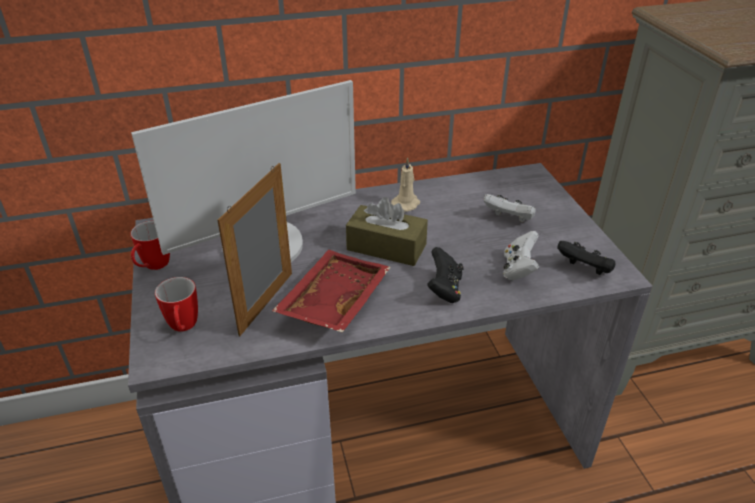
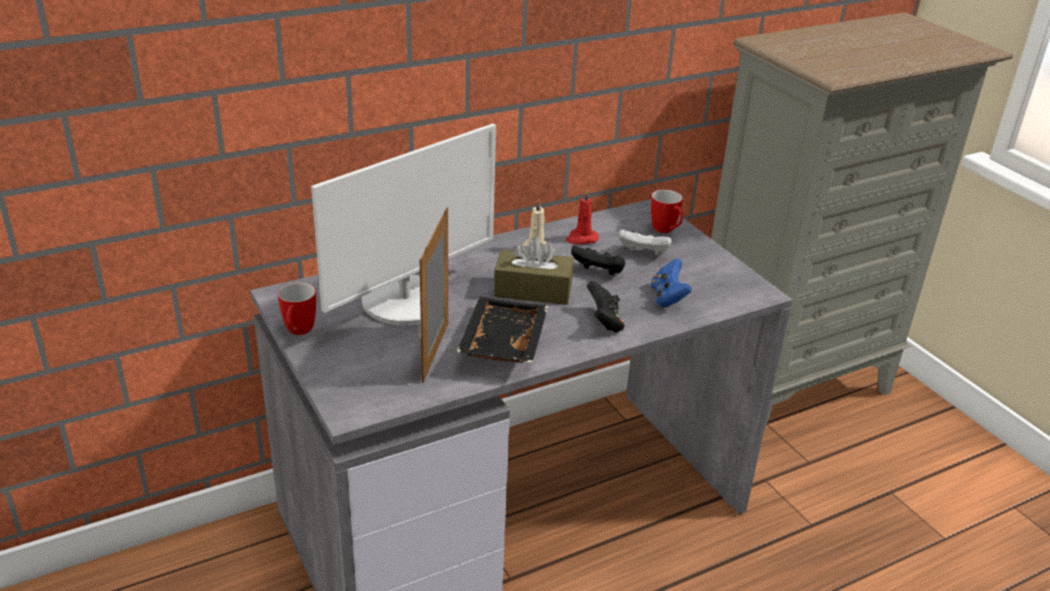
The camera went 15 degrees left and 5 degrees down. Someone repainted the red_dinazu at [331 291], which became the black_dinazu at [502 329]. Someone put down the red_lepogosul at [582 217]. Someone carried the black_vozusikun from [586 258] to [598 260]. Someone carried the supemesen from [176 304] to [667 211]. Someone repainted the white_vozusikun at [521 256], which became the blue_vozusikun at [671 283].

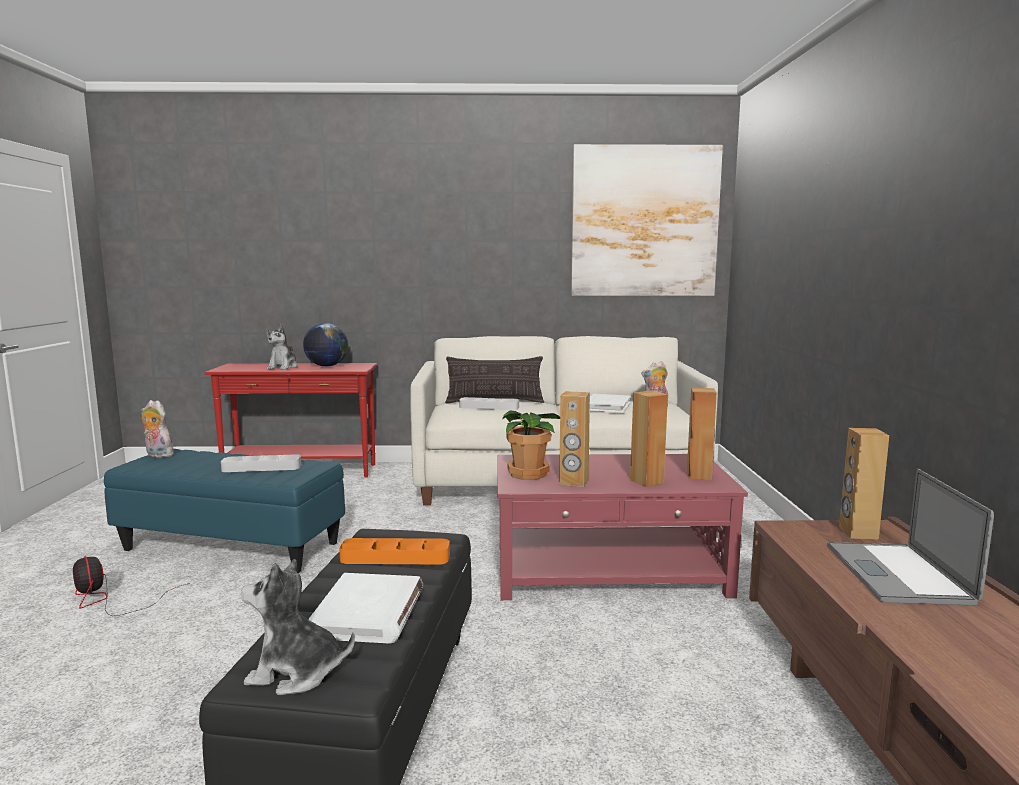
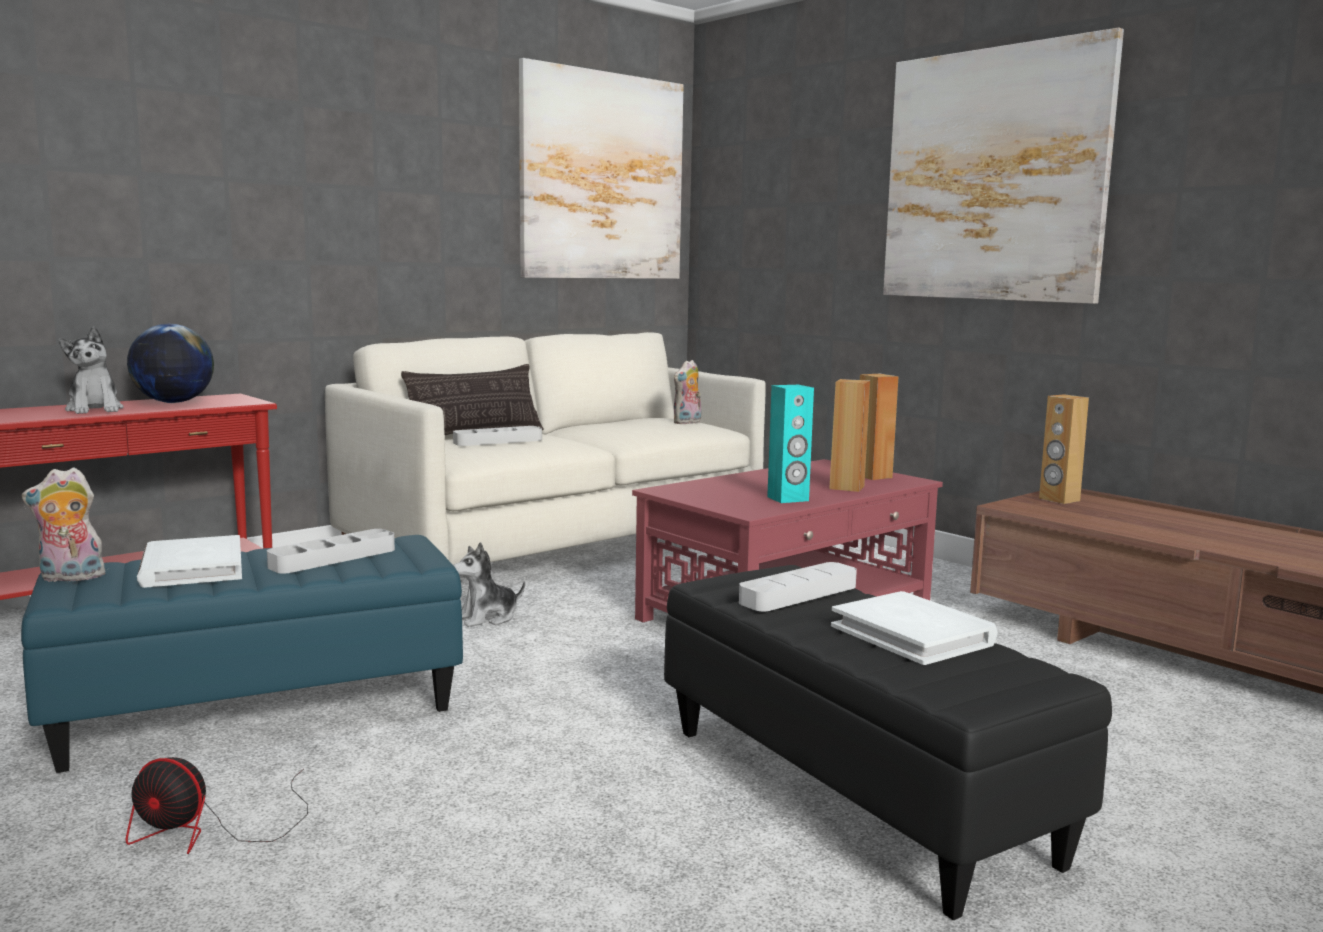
The camera went 40 degrees left and 0 degrees up. Someone carried the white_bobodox from [610 403] to [189 561]. Someone carried the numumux from [298 627] to [489 584]. Someone repainted the orange_dinazu at [394 551], which became the grey_dinazu at [798 586]. Someone repainted the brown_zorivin at [574 439], which became the turquoise_zorivin at [790 444]. Someone put up the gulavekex at [1003 166]. Someone took away the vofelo at [531 445]. Someone took away the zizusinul at [910 537].

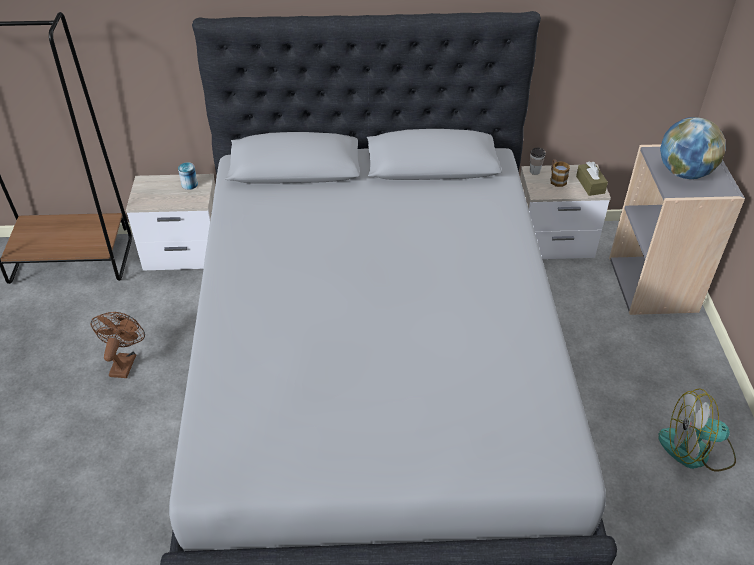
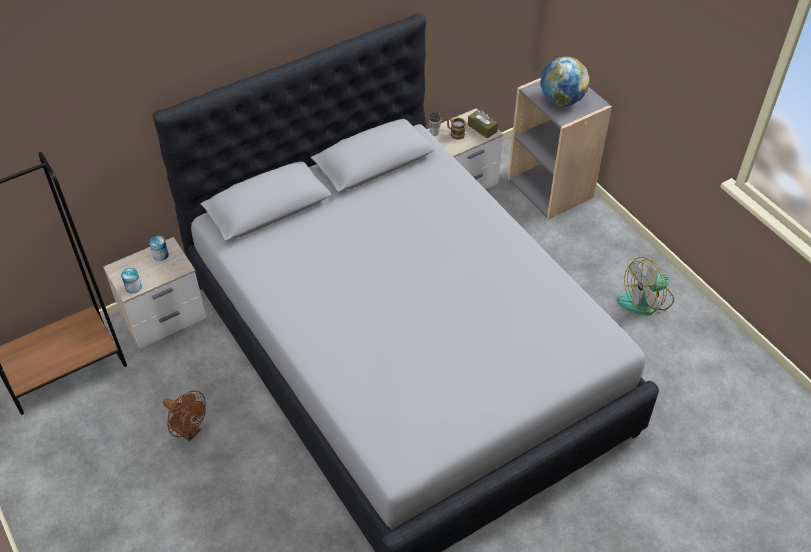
The camera went 30 degrees left and 5 degrees up. Someone put down the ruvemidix at [131 281]. Someone rotated the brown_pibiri at [118 345] by 150 degrees clockwise.

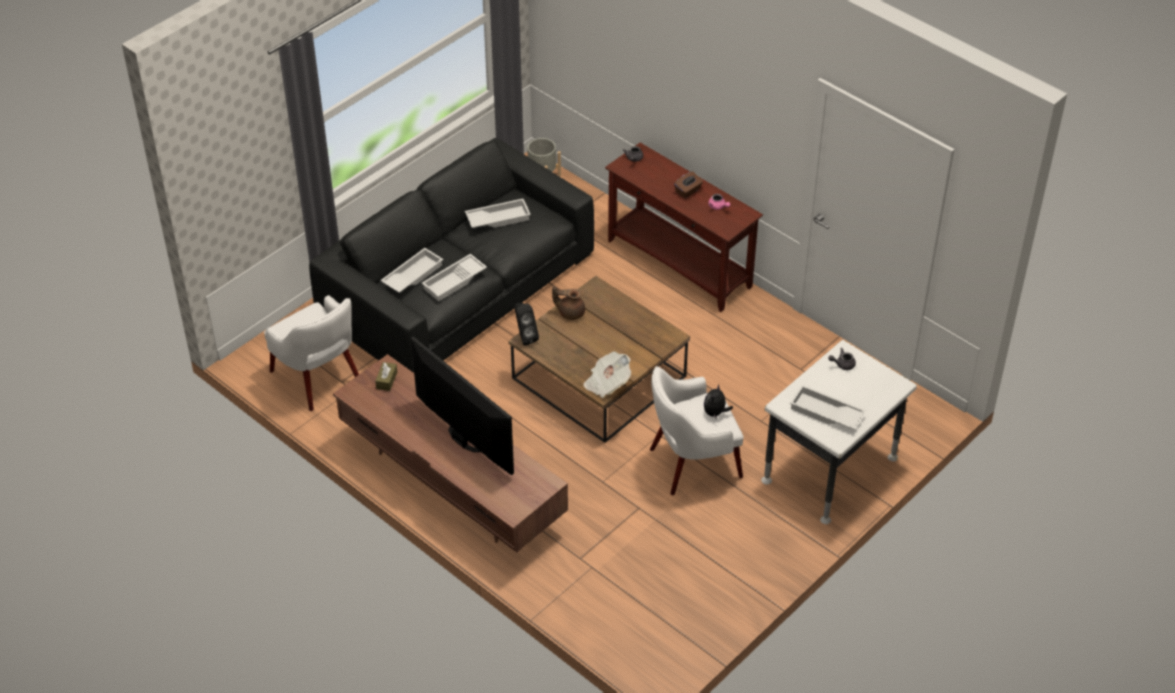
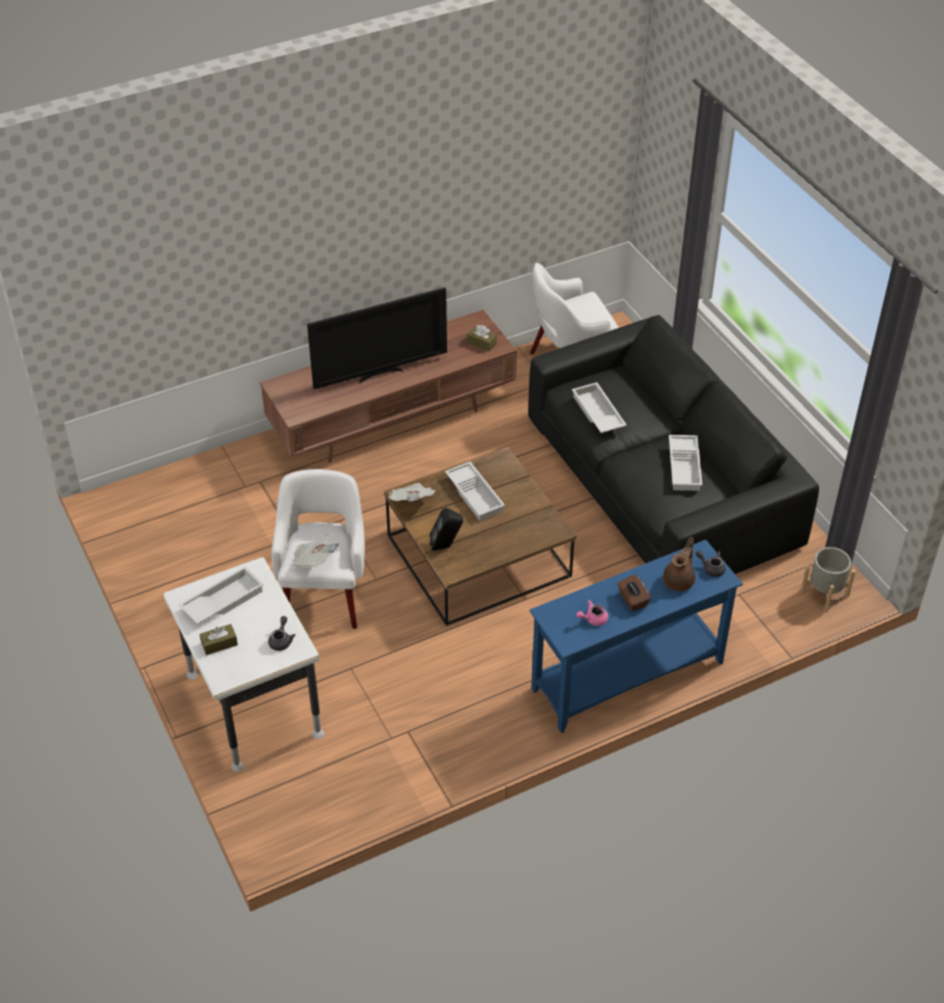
The camera went 110 degrees right and 0 degrees up. Someone put down the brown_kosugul at [219 639]. Someone swapped the numumux at [718 401] for the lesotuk at [316 551]. Someone carried the black_zorivin from [526 324] to [446 529]. Someone carried the white_dinazu from [411 270] to [475 491]. Someone repainted the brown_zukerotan at [684 227], which became the blue_zukerotan at [636 636]. Someone carried the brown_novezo from [568 303] to [679 564].

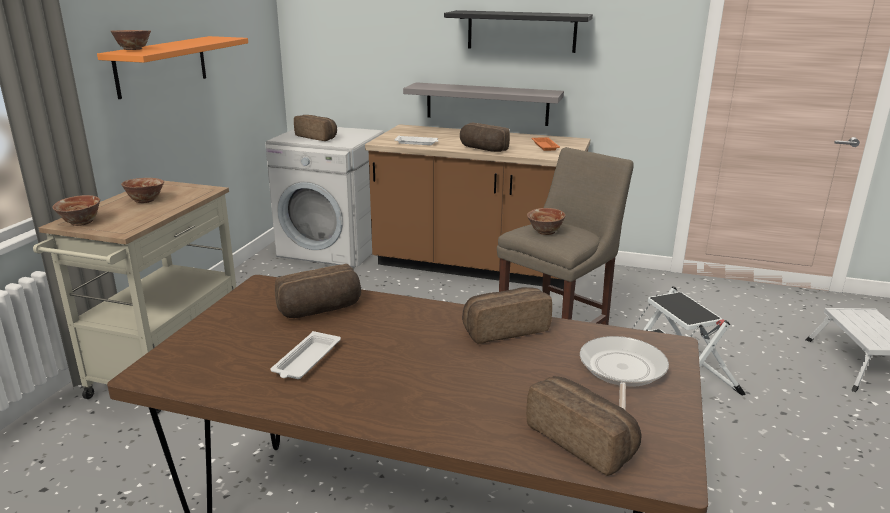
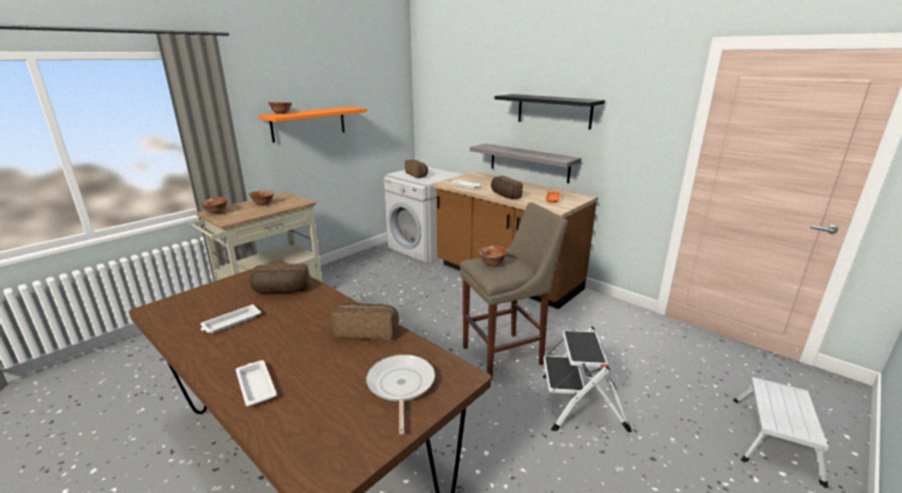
The camera went 25 degrees right and 0 degrees up. Someone put down the white_dinazu at [256 383]. Someone rotated the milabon at [624 373] by 45 degrees counterclockwise. Someone took away the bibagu at [584 426].

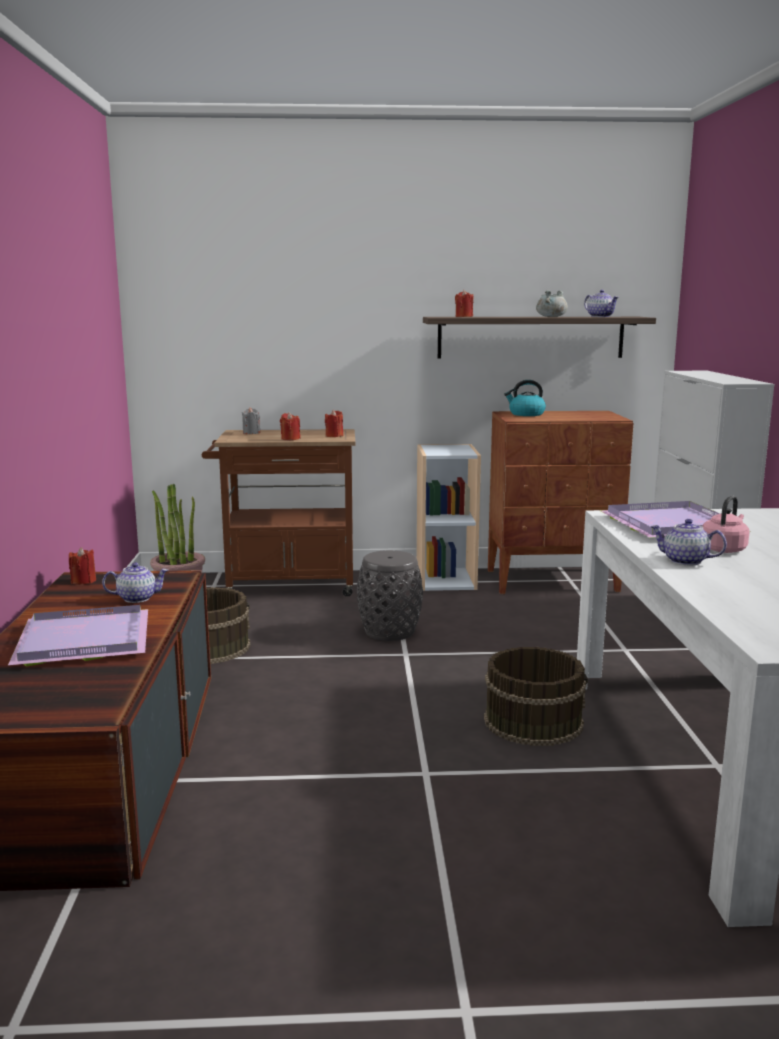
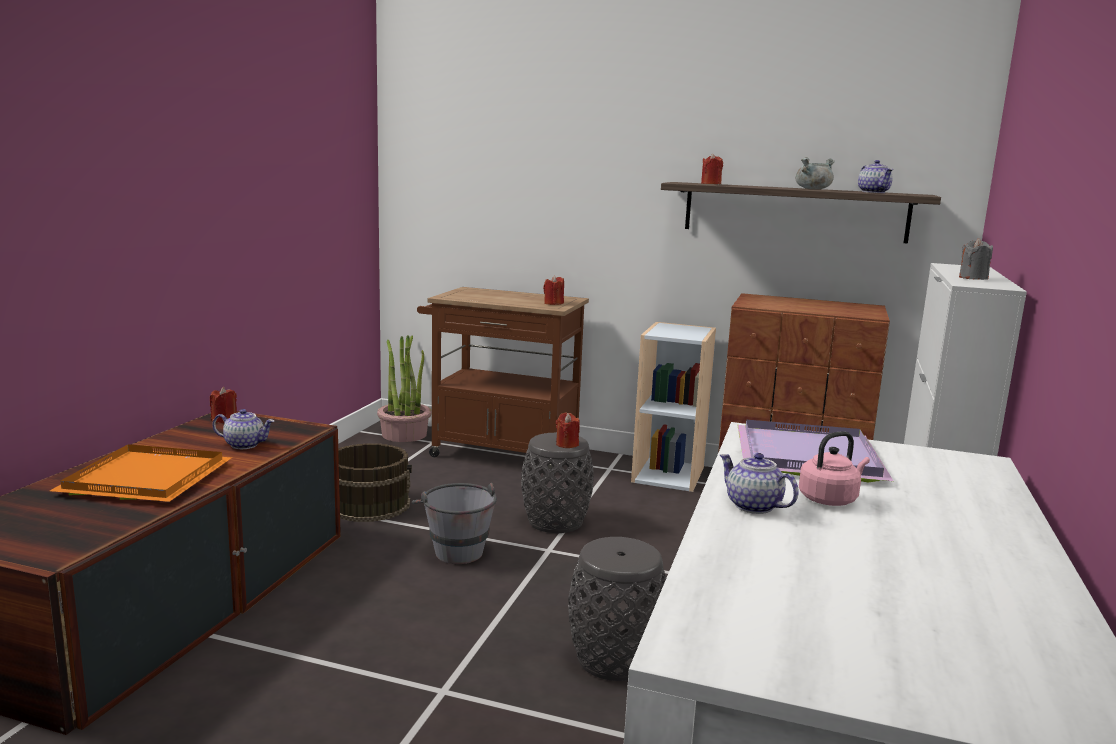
The camera went 20 degrees right and 0 degrees up. Someone repainted the purple_dinazu at [78 636], which became the orange_dinazu at [140 473]. Someone put down the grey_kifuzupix at [454 523]. Someone carried the red_lepogosul from [290 426] to [568 430]. Someone swapped the brown_kifuzupix at [536 696] for the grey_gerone at [617 609]. Someone carried the grey_lepogosul from [251 420] to [976 259]. Someone took away the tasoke at [525 398].

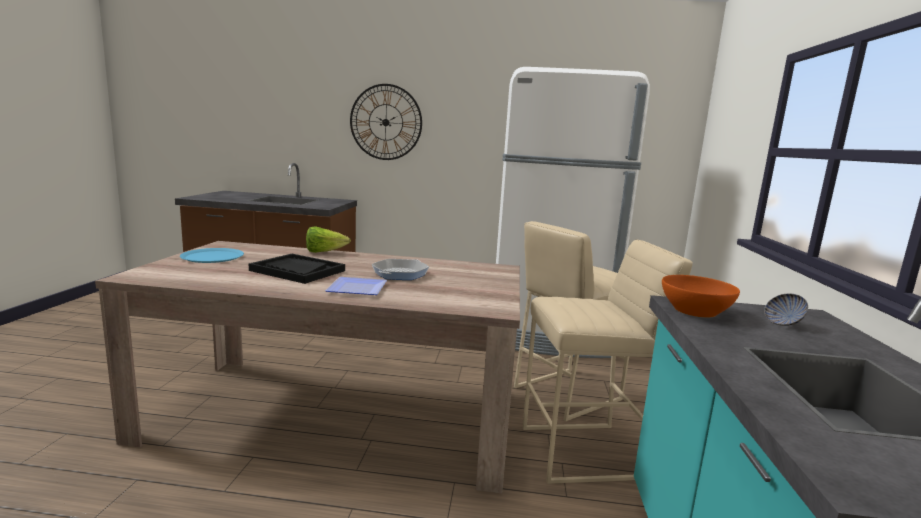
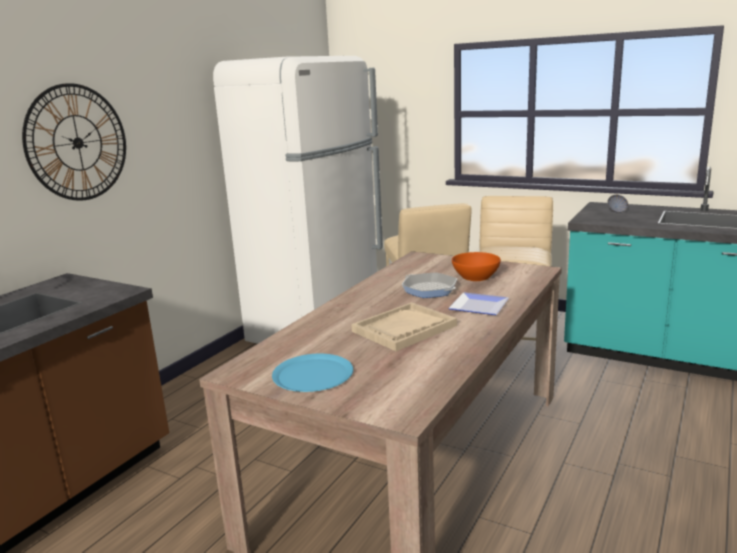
The camera went 65 degrees left and 5 degrees up. Someone repainted the black_dinazu at [297 269], which became the beige_dinazu at [404 326]. Someone carried the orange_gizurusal from [701 296] to [476 266]. Someone took away the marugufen at [328 239].

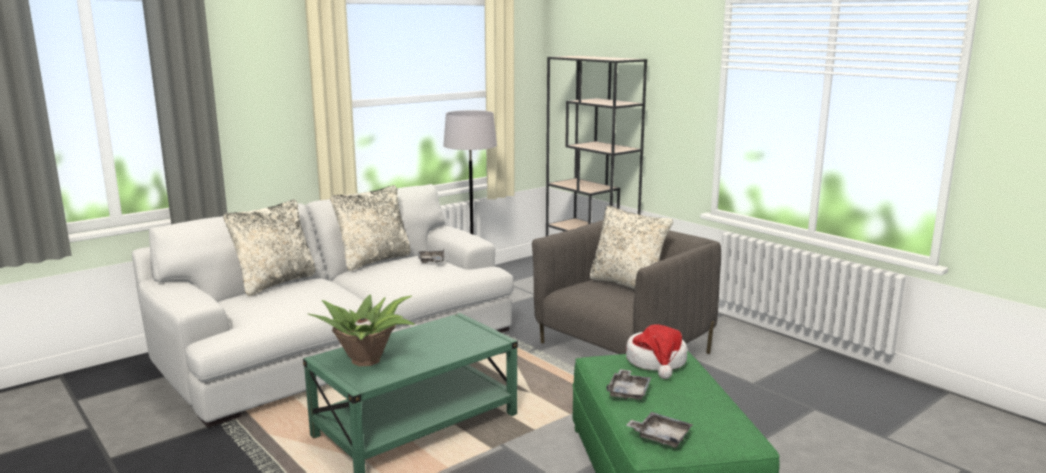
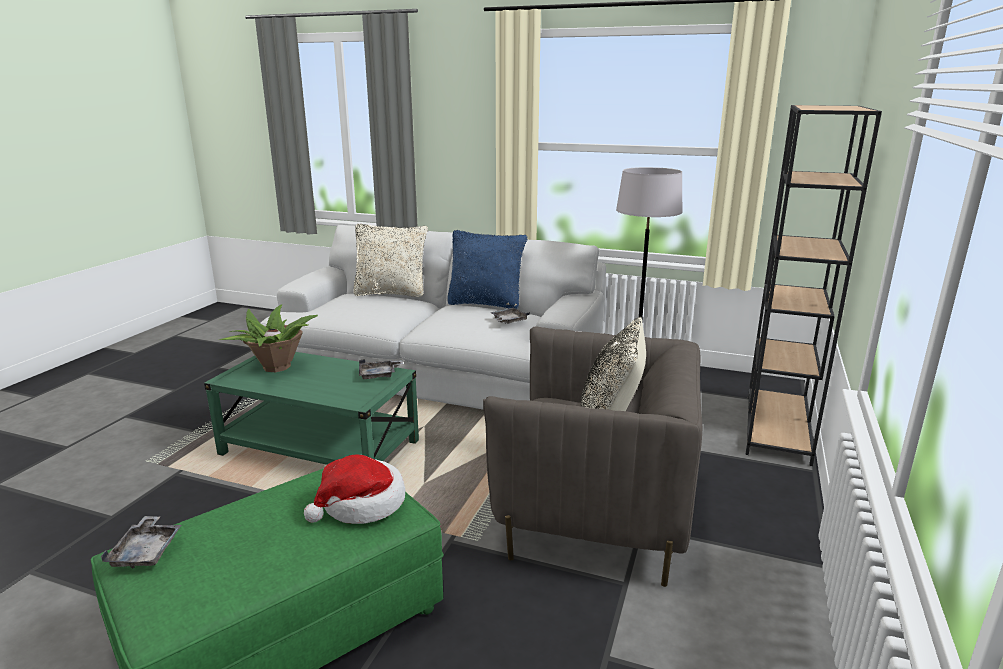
The camera went 60 degrees right and 5 degrees up. Someone carried the grey_dinazu from [628 384] to [381 369]. Someone repainted the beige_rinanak at [370 228], which became the blue_rinanak at [487 269].

